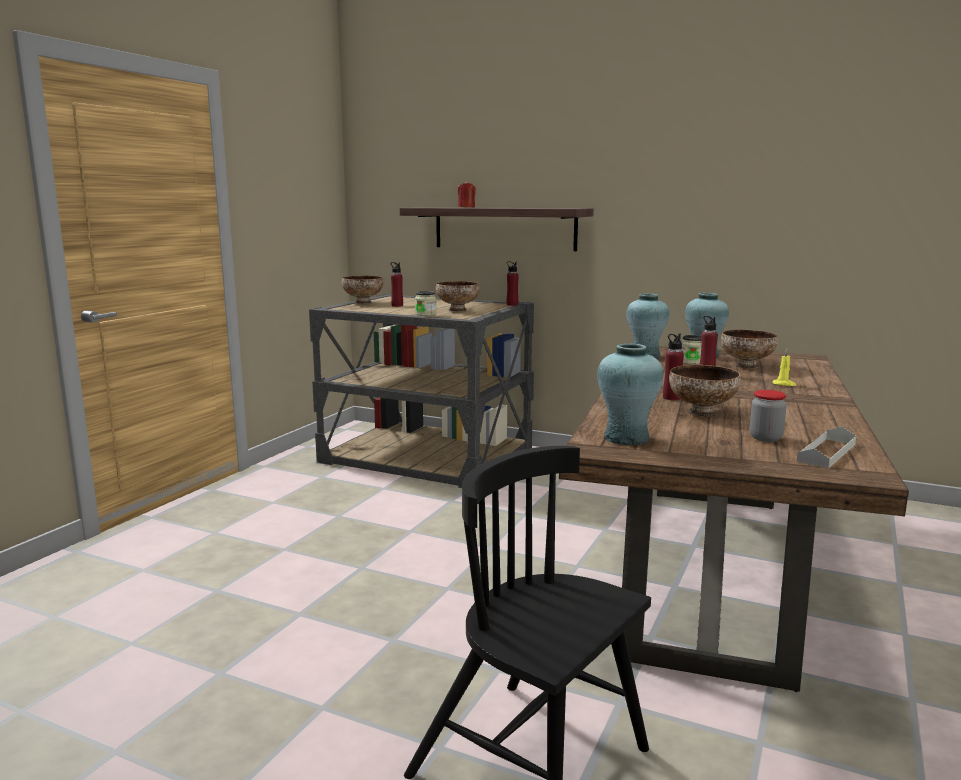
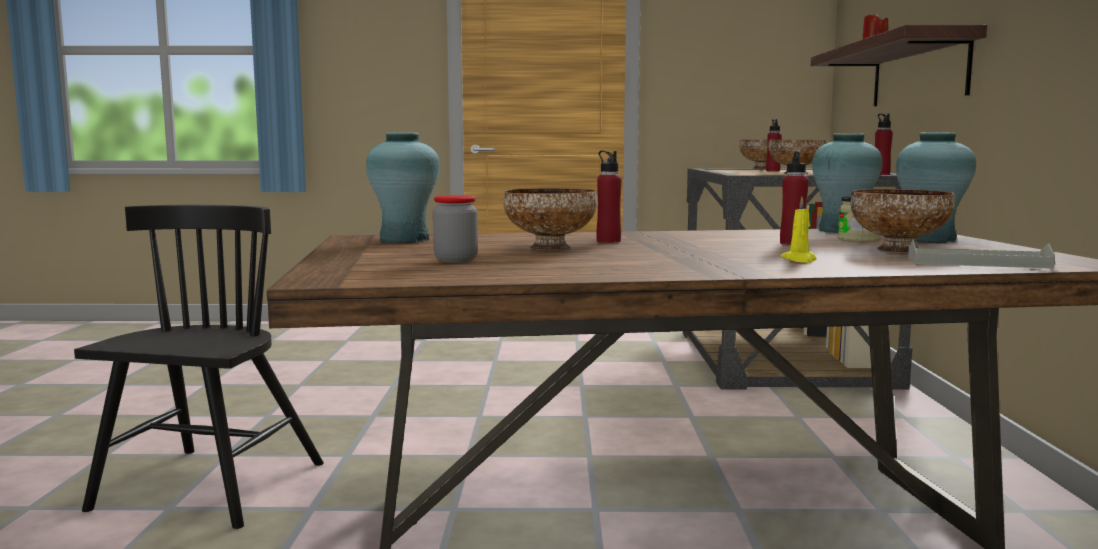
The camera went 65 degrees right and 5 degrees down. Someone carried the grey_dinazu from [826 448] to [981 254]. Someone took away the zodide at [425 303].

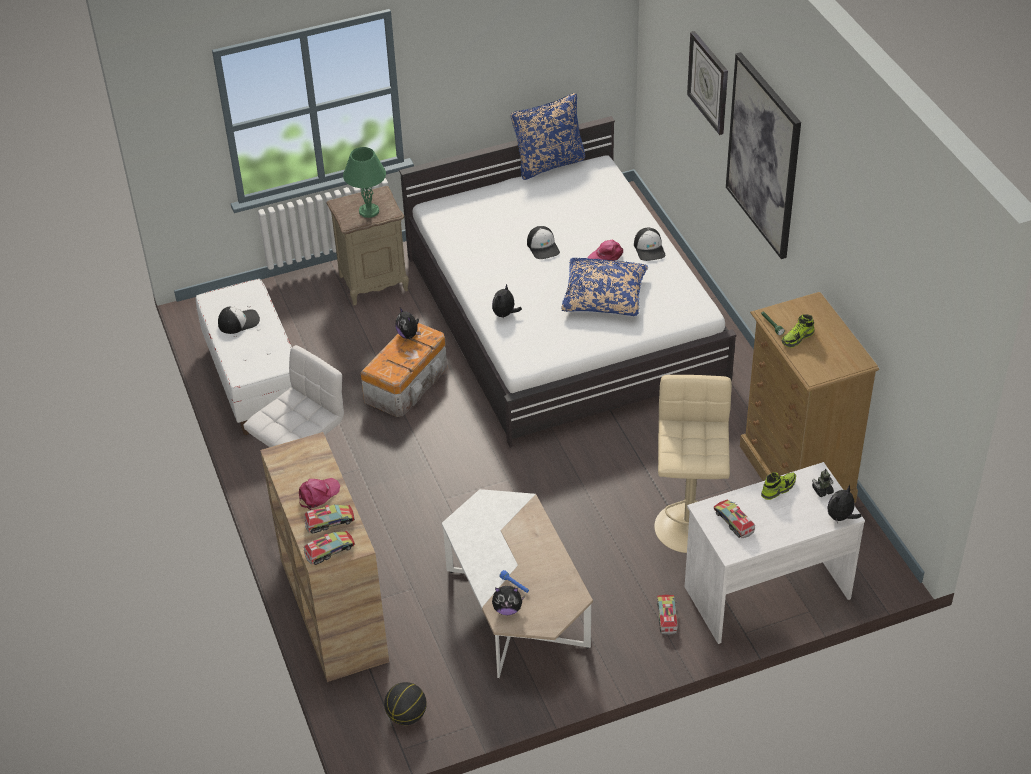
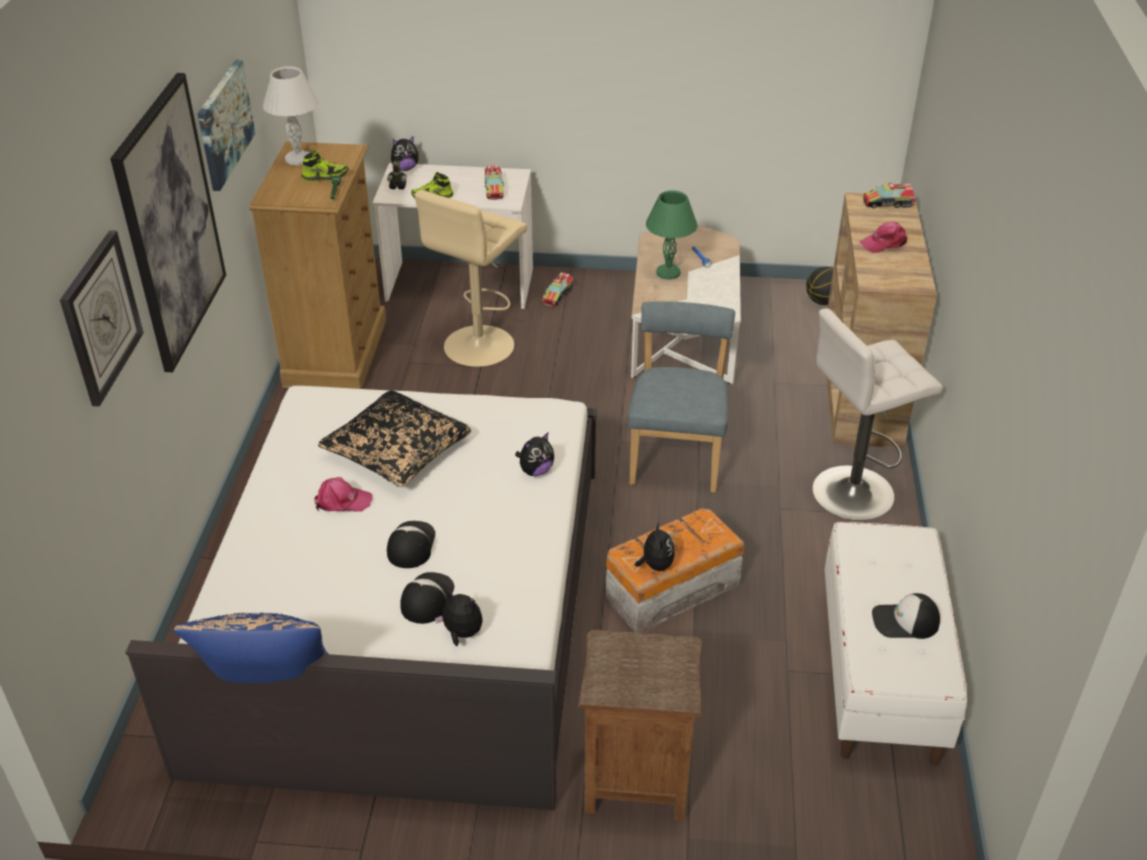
The camera went 155 degrees left and 5 degrees down. Someone put up the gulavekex at [226 125]. Someone put down the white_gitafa at [291 115]. Someone repainted the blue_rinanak at [604 287], which became the black_rinanak at [394 439]. Someone carried the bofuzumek from [650 244] to [427 598]. Someone carried the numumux from [508 600] to [459 618]. Someone put down the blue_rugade at [681 397]. Someone carried the green_gitafa from [364 182] to [672 235]. Someone took away the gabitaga at [329 519].

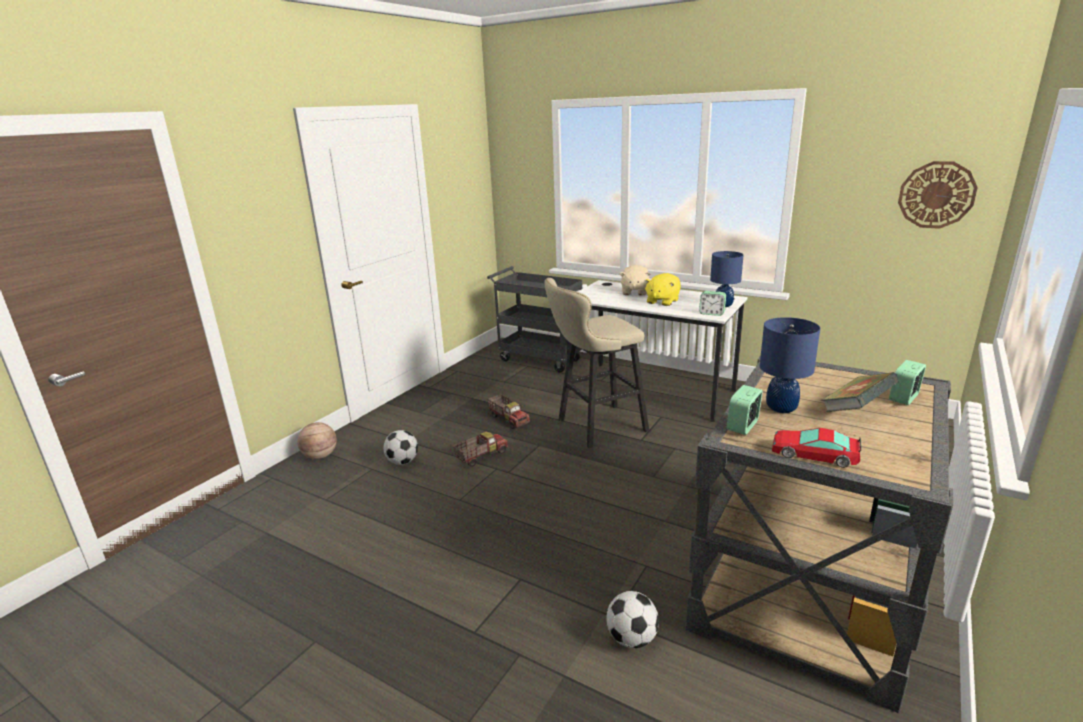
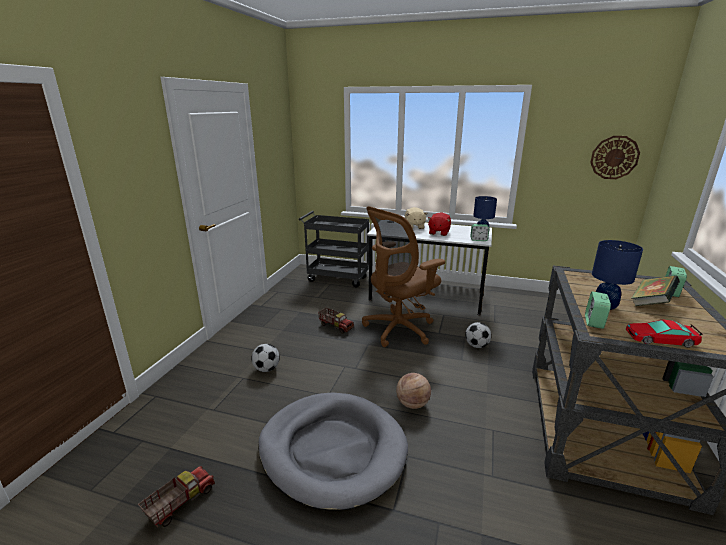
The camera went 15 degrees left and 0 degrees up. Someone carried the gabitaga from [480 449] to [176 496]. Someone put down the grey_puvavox at [333 451]. Someone swapped the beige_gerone at [596 363] for the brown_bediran at [403 276]. Someone carried the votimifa from [317 440] to [413 391]. Someone repainted the yellow_numumux at [662 289], which became the red_numumux at [439 224]. Someone carried the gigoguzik from [632 619] to [478 335].

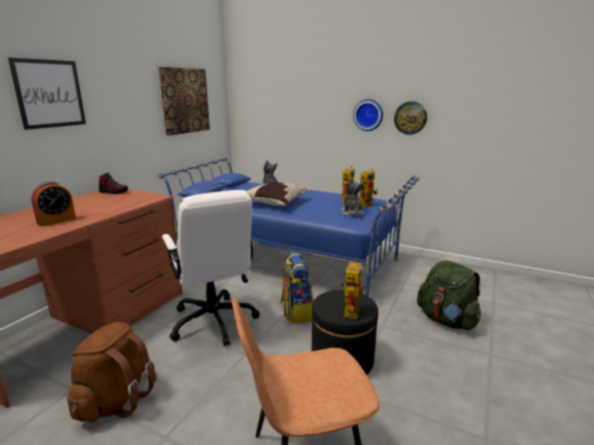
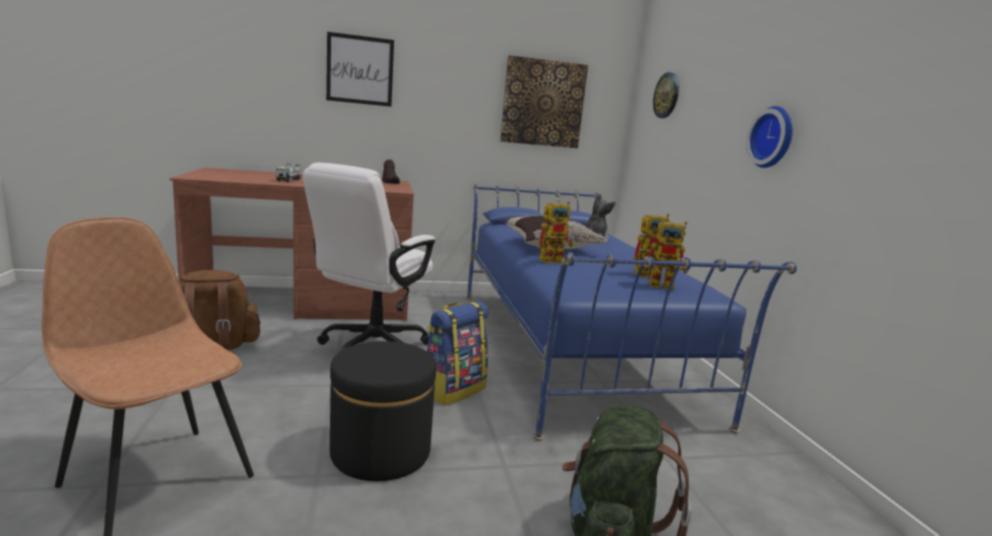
The camera went 50 degrees right and 5 degrees down. Someone swapped the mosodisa at [53 204] for the gabitaga at [288 172]. Someone carried the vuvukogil from [353 289] to [555 232]. Someone carried the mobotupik from [410 118] to [666 95]. Someone took away the numumux at [352 197].

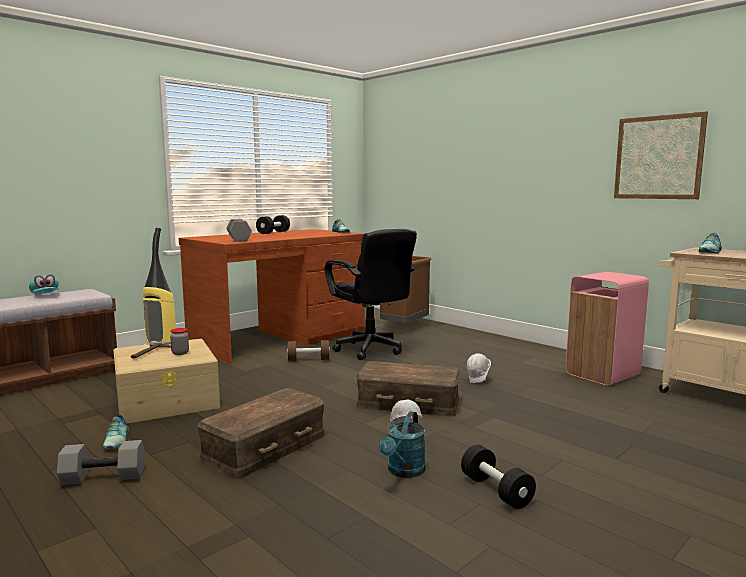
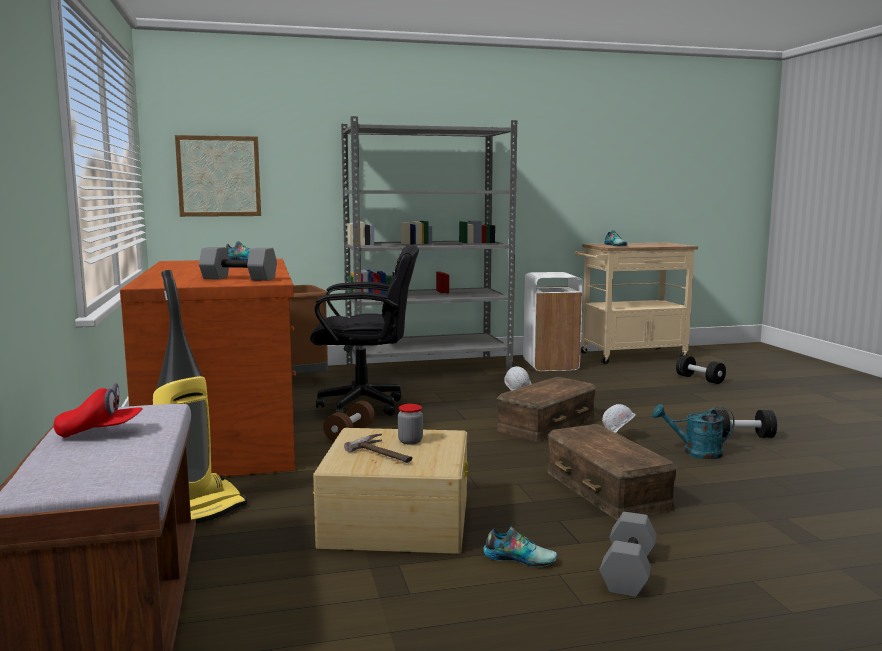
The camera went 60 degrees left and 0 degrees up. Someone repainted the turquoise_bofuzumek at [44 284], which became the red_bofuzumek at [98 410]. Someone carried the gulavekex from [661 155] to [218 176]. Someone put down the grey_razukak at [429 243]. Someone repainted the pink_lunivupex at [607 328], which became the white_lunivupex at [553 321]. Someone rotated the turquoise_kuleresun at [402 444] by 135 degrees clockwise. Someone carried the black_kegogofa from [273 224] to [701 369].

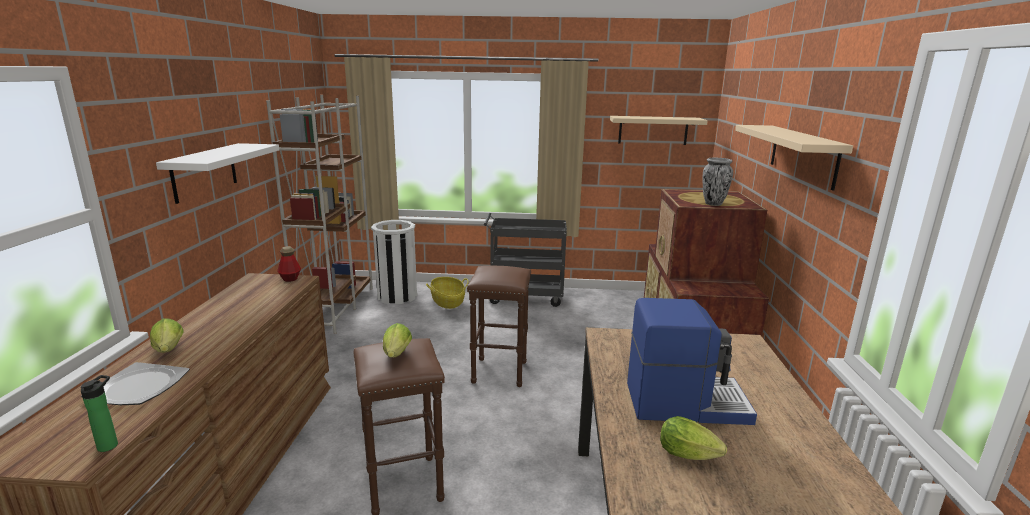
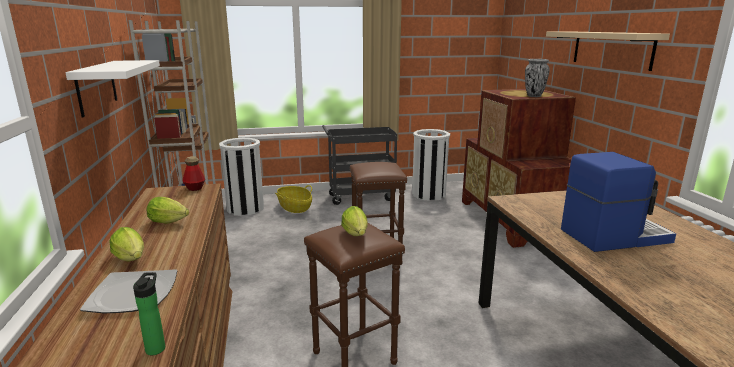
The camera went 15 degrees left and 0 degrees up. Someone carried the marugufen from [693 438] to [167 210]. Someone put down the white_lunivupex at [431 165]. Someone took away the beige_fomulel at [659 130].

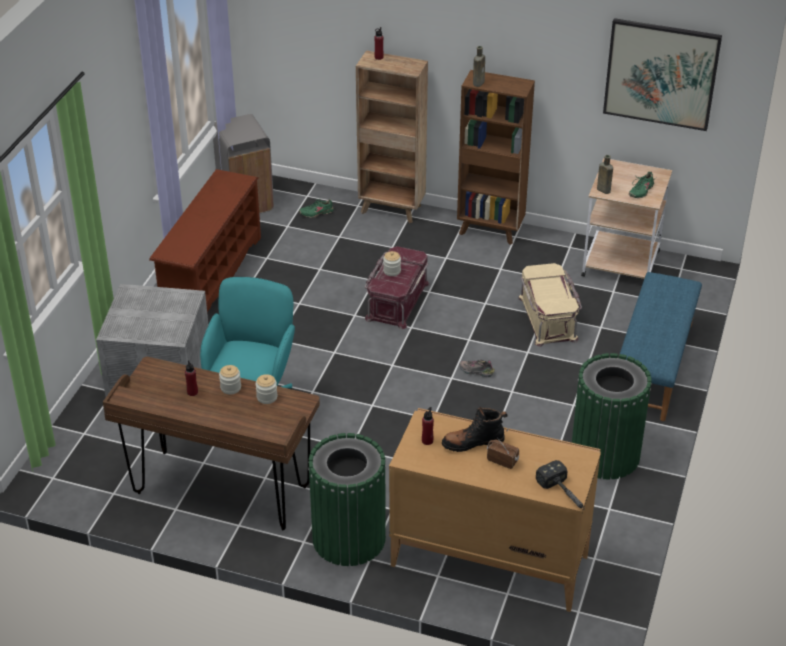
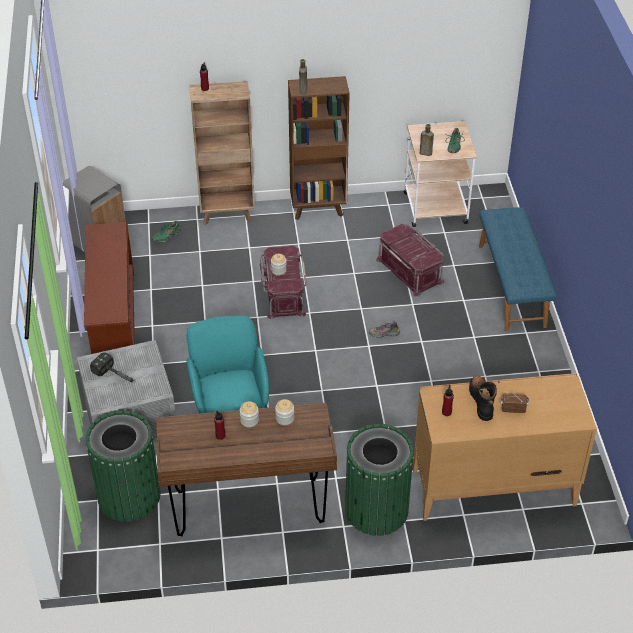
The camera went 25 degrees left and 5 degrees up. Someone carried the green_lunivupex from [612 416] to [123 466]. Someone carried the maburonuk from [560 485] to [112 367]. Someone repainted the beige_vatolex at [550 305], which became the red_vatolex at [410 260]. Someone rotated the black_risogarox at [475 429] by 120 degrees clockwise. Someone took away the gulavekex at [662 74].

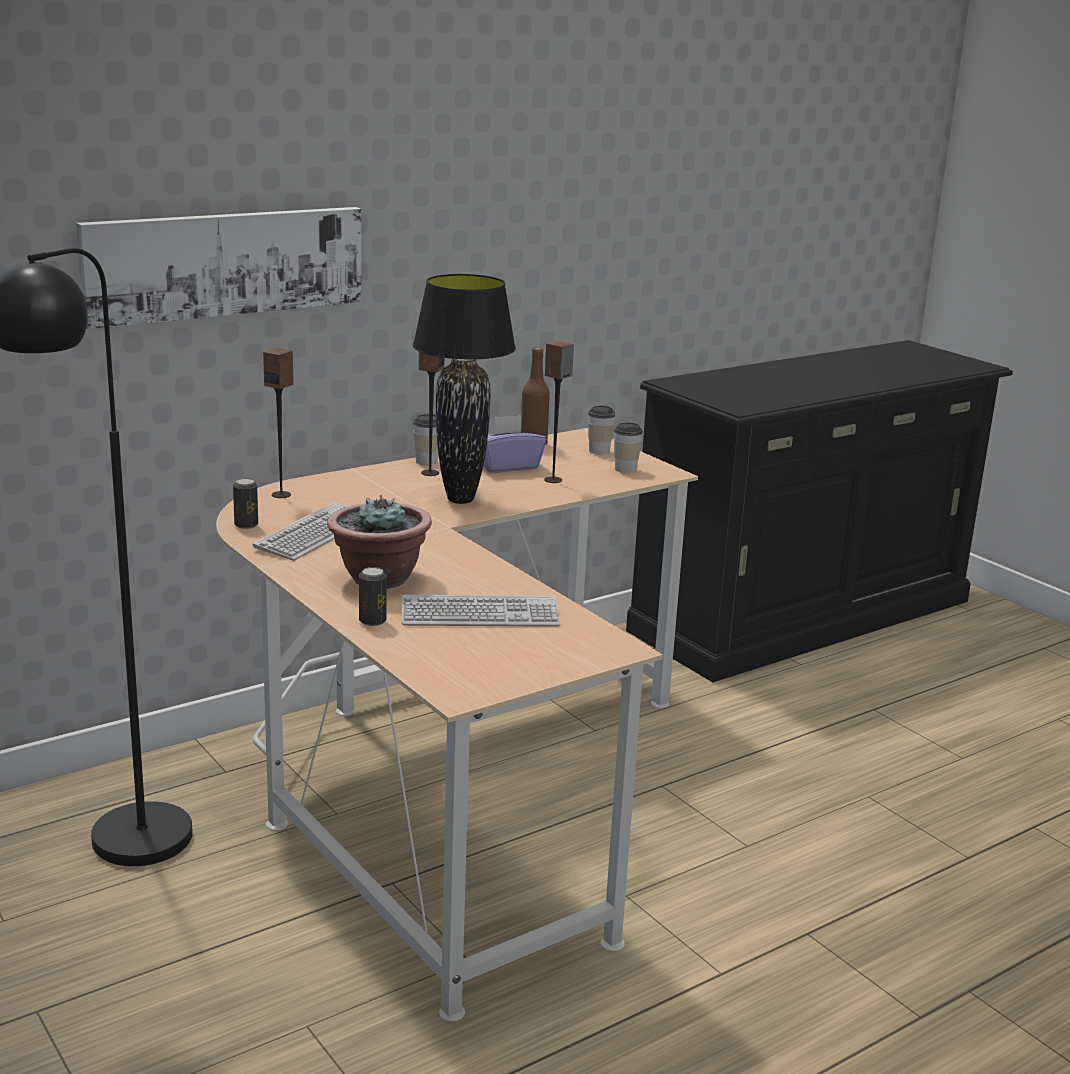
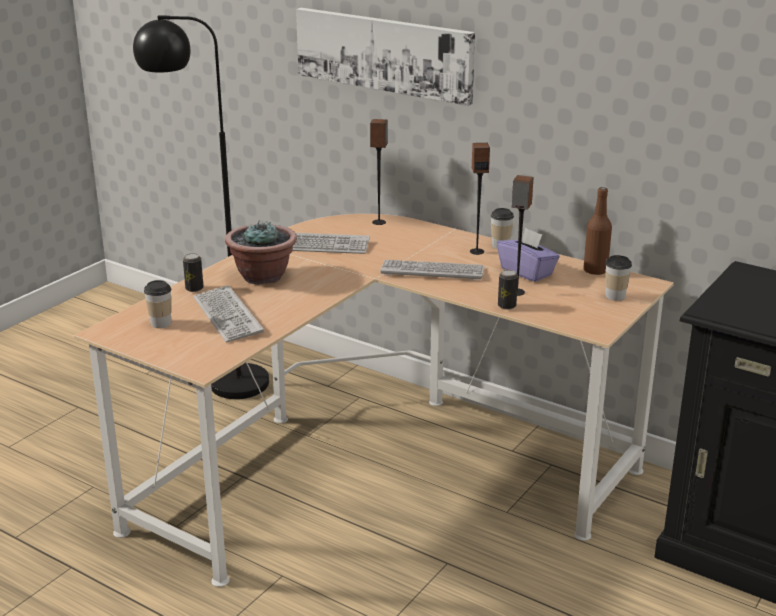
The camera went 70 degrees right and 5 degrees up. Someone carried the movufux from [628 447] to [157 304]. Someone swapped the black_gitafa at [464 389] for the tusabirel at [432 270]. Someone carried the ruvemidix from [245 503] to [508 290].

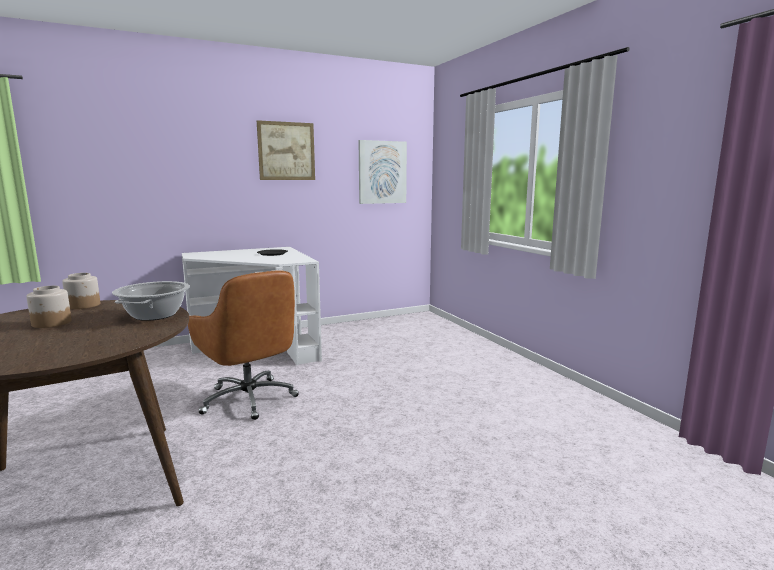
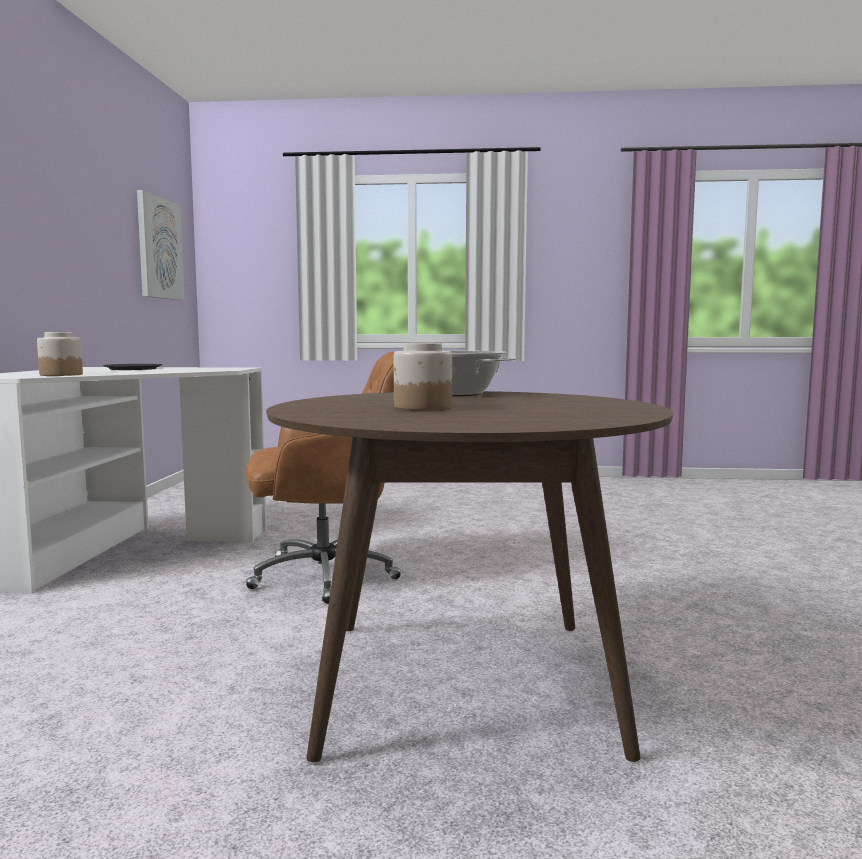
The camera went 60 degrees left and 5 degrees down. Someone carried the zodide from [81 291] to [60 354]. Someone took away the gulavekex at [286 150].

